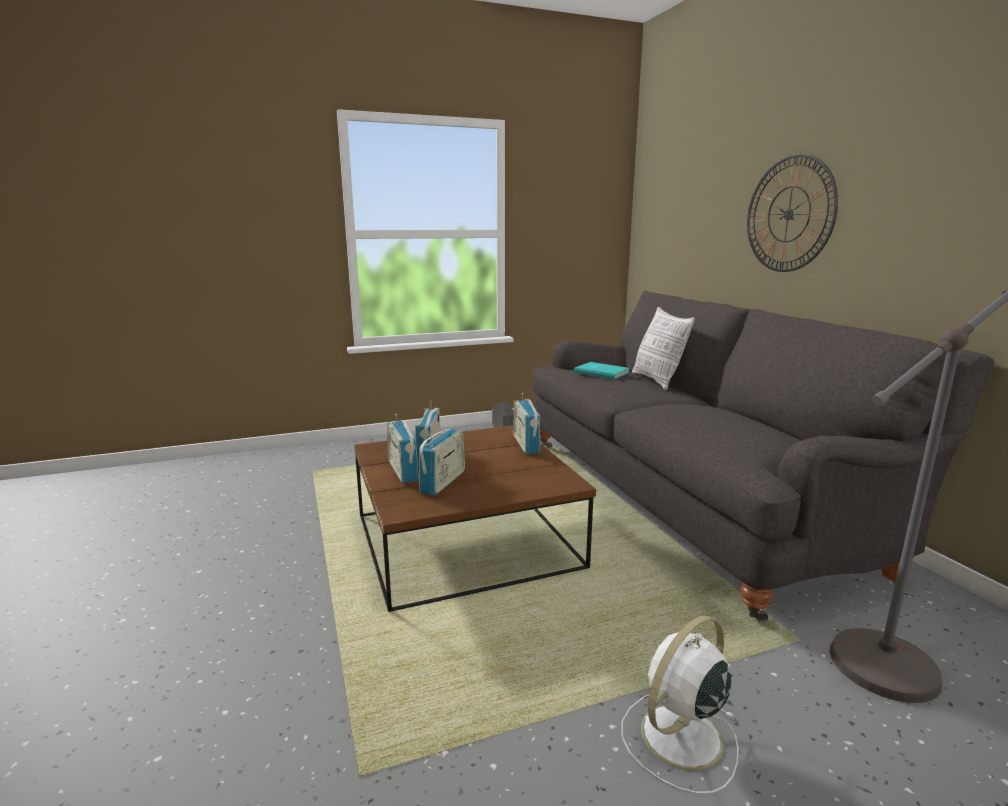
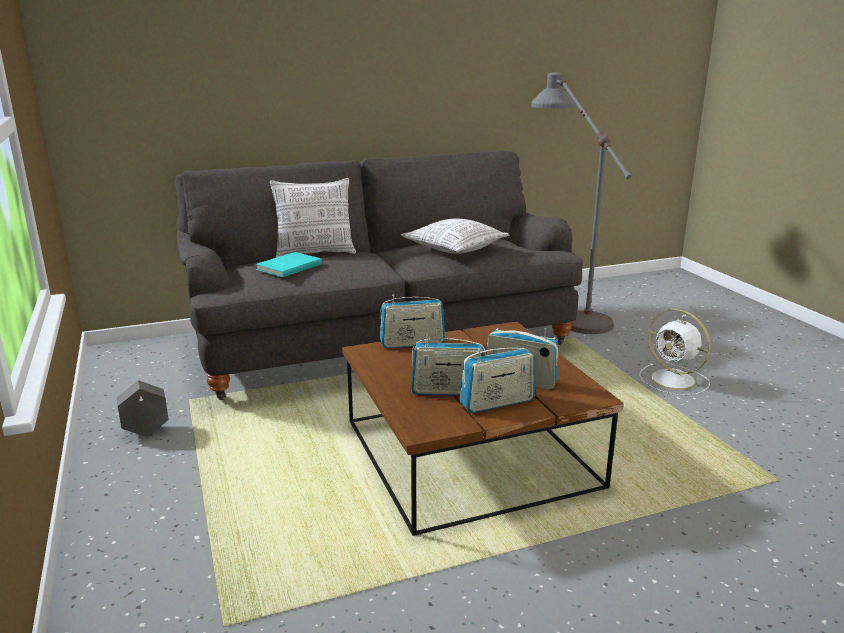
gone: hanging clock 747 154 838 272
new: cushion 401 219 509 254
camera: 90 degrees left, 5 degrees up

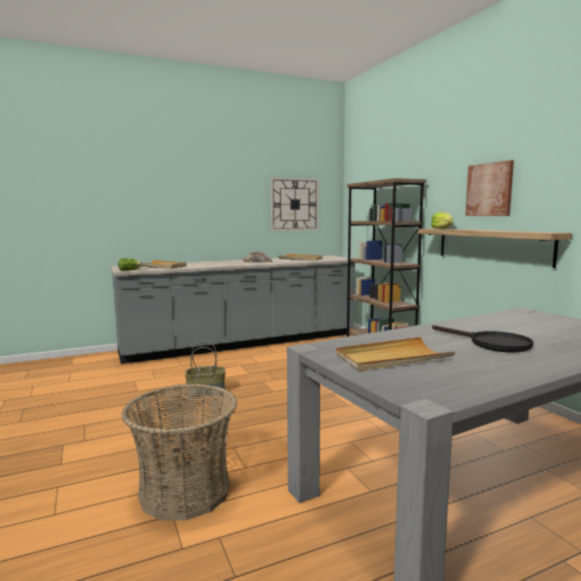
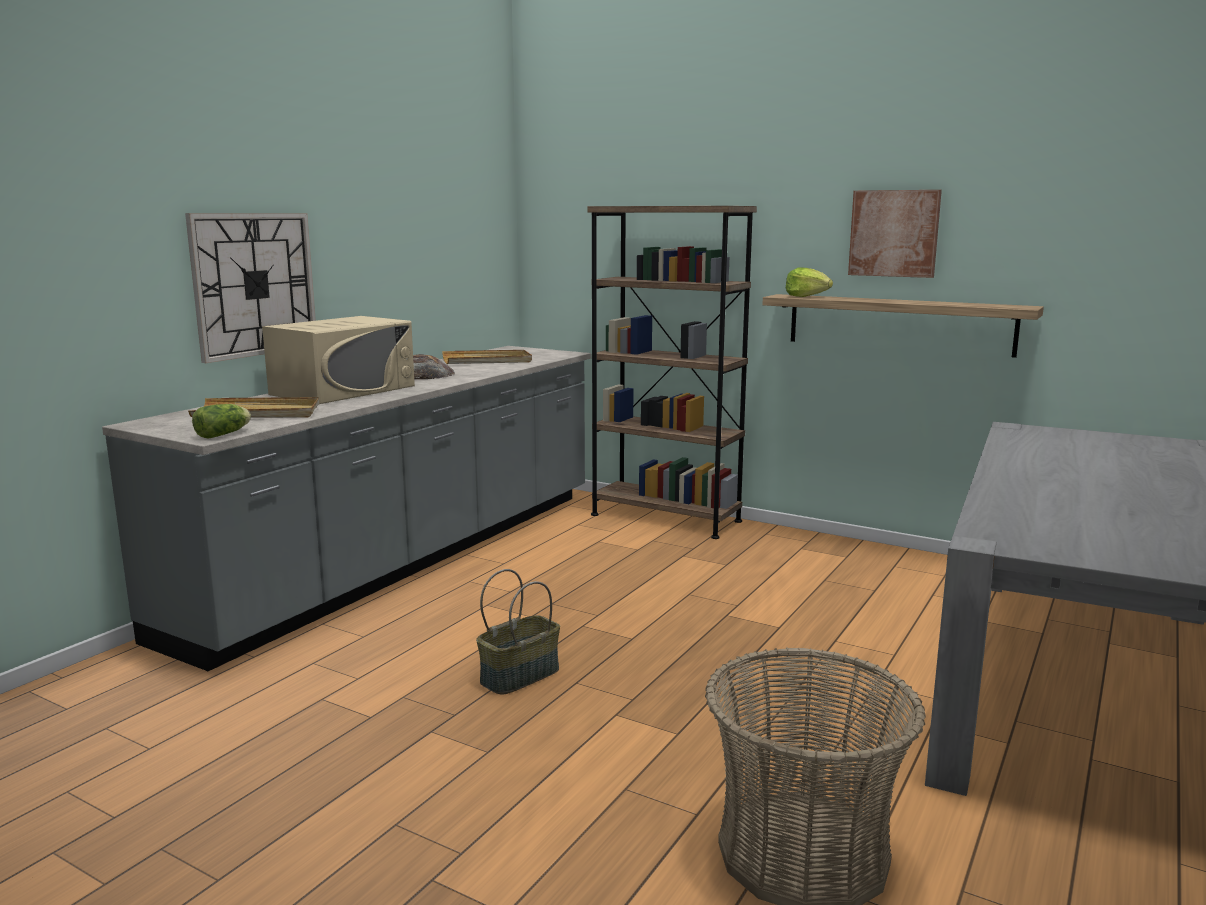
gone: black-coloured frying pan 432 325 533 352; beige-coloured tray 336 337 455 372
new: beige-coloured kitchen microwave 262 316 415 404
shifted: hanging clock 271 178 318 231 to 185 213 316 363
camera: 35 degrees left, 5 degrees up

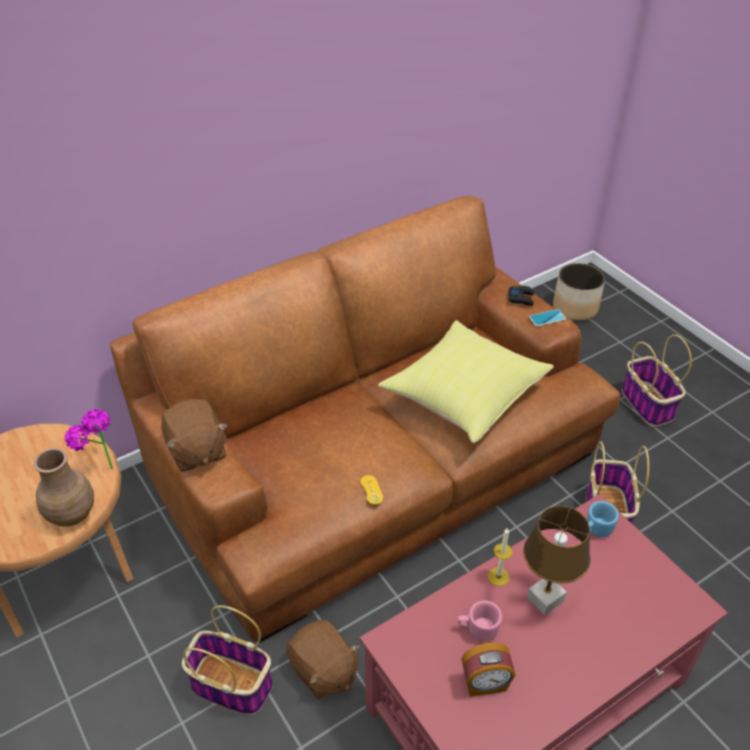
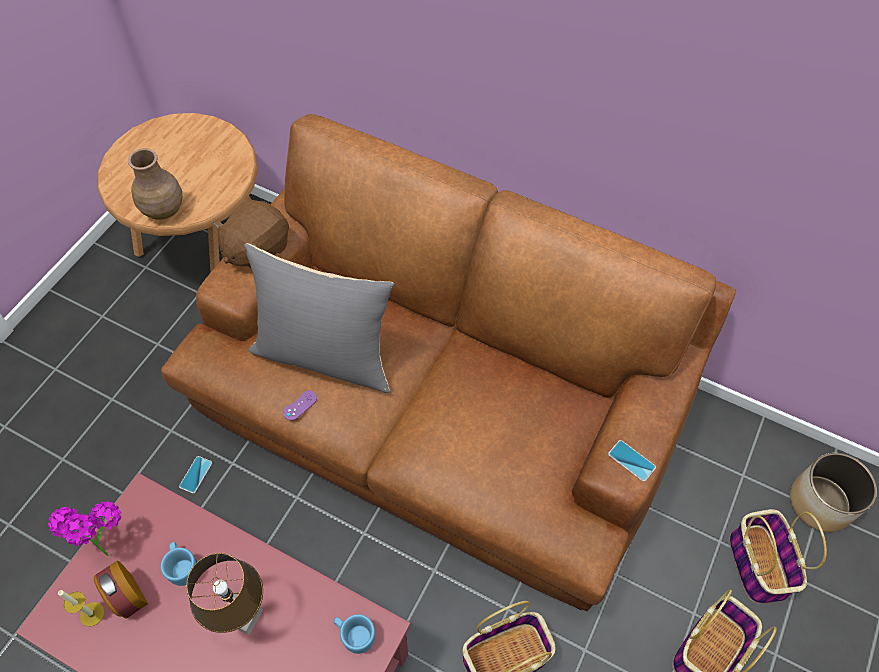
gone: black-coloured gamepad 508 286 534 306; yellow-coloured cushion 378 320 554 443
new: grey cushion 244 243 395 393
shifted: potted plant 65 409 113 469 to 48 501 121 556; candle 488 528 513 586 to 58 590 104 627; storage basket 182 605 273 715 to 729 509 827 604
swapped: brown cuddly toy 287 620 360 699 to handset 179 456 212 493
repainted: yellow-coloured gamepad 361 475 383 505 to purple gamepad 283 391 317 420; pinkish tea mug 457 600 502 641 to bluish tea mug 161 542 197 586
camera: 60 degrees right, 15 degrees up

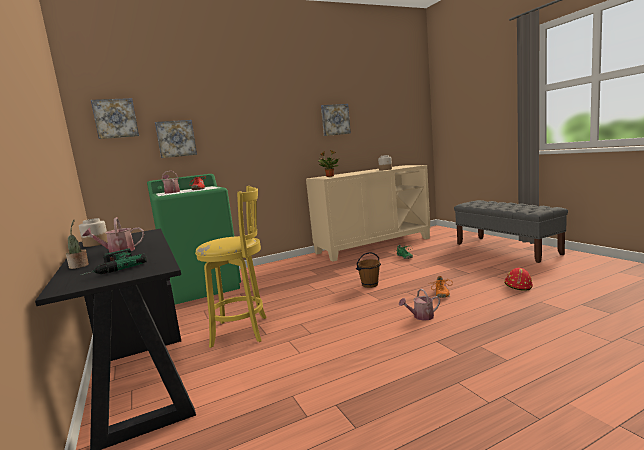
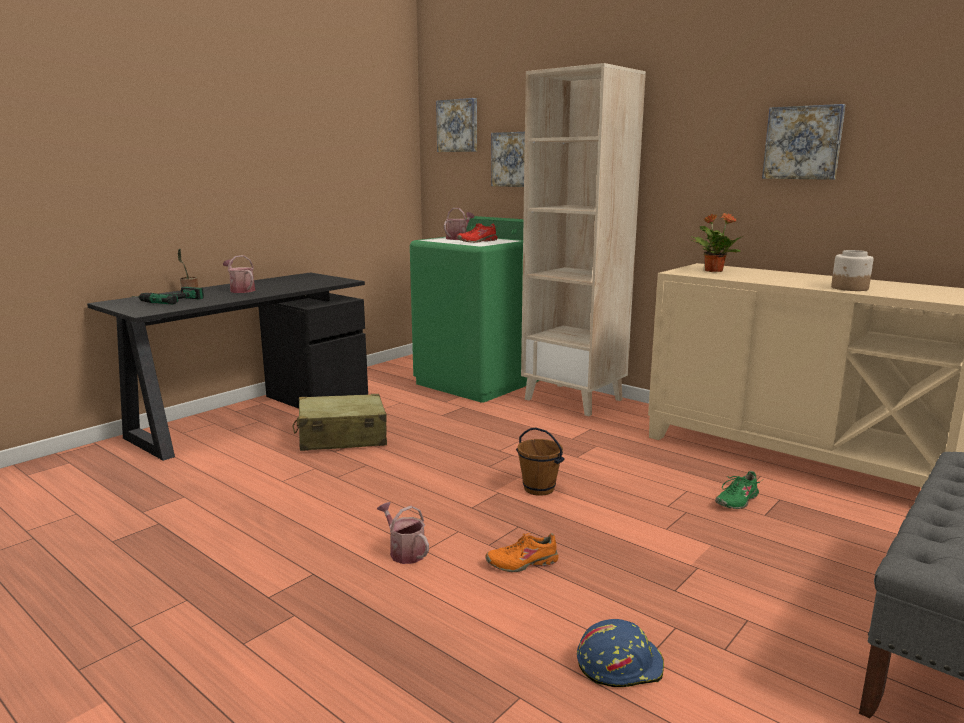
gone: storage jar 79 218 108 247
new: beige-coloured bookshelf 521 63 646 416
swapped: yellow-coloured stool seat 195 186 267 348 to beige-coloured travel case 293 394 387 451
repainted: red-coloured work helmet 504 268 533 291 to bluish work helmet 577 619 664 687
camera: 65 degrees right, 5 degrees up

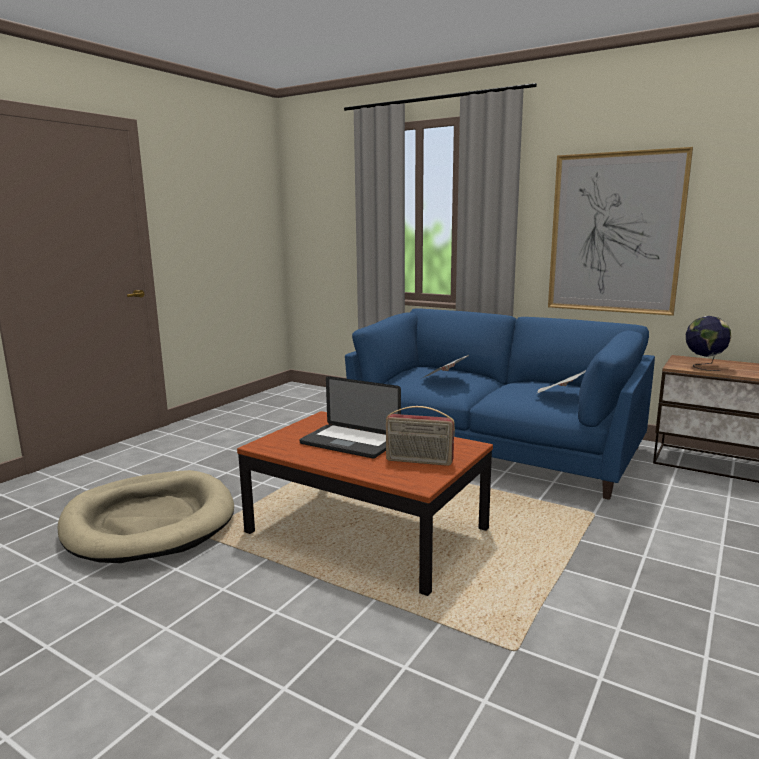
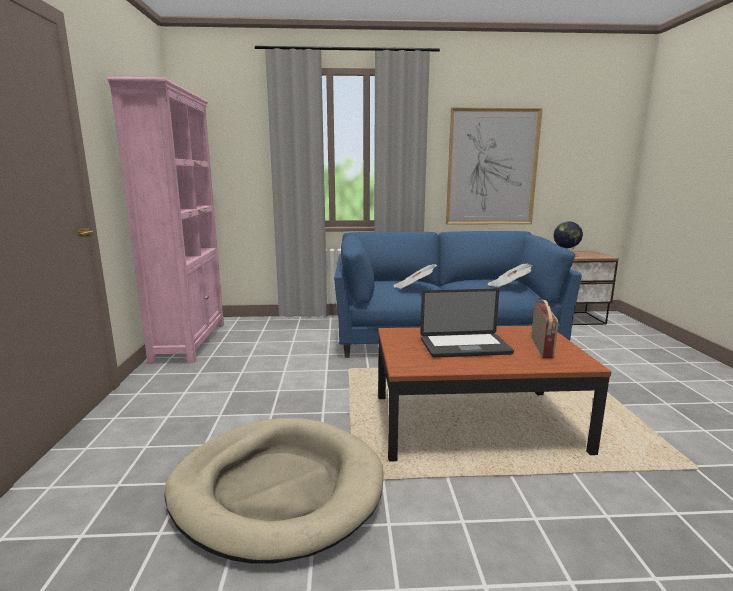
new: pinkish bookshelf 107 76 224 364
rotated: radio set 385 406 455 466 = 531 300 559 358 60 degrees counterclockwise
camera: 35 degrees left, 0 degrees up

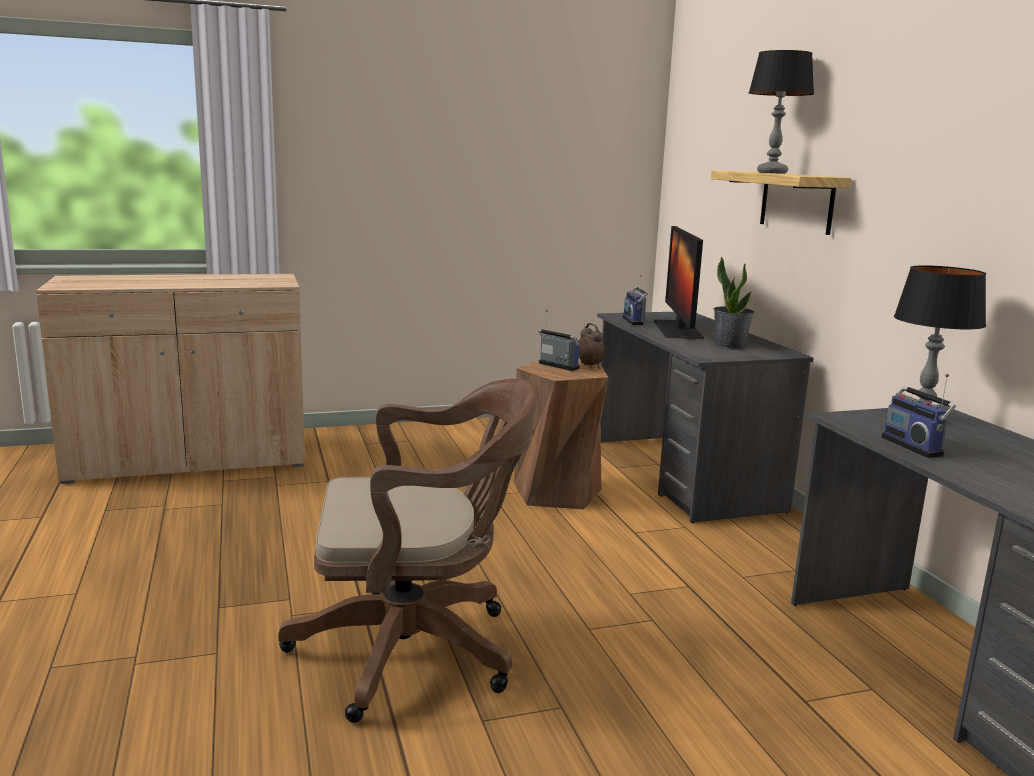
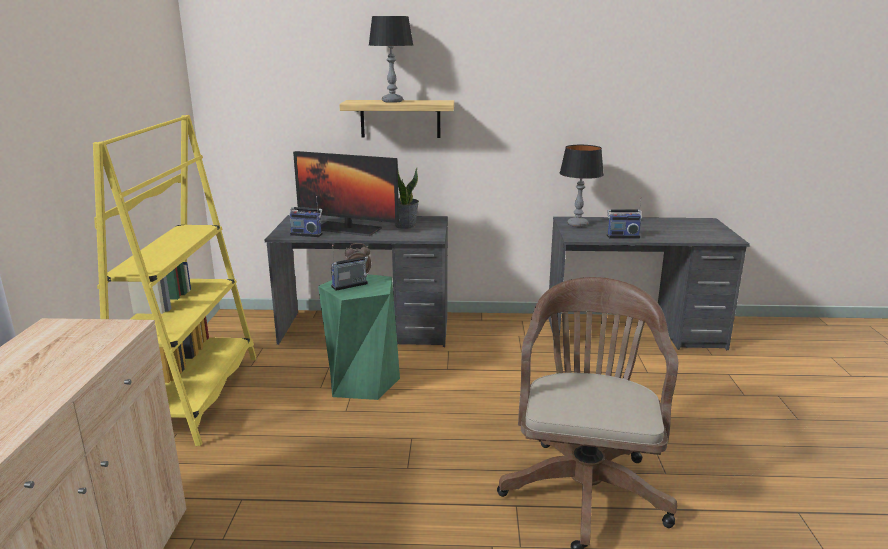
new: yellow-coloured bookshelf 93 115 257 446
repainted: brown stool seat 514 360 608 509 to green stool seat 318 274 400 400
camera: 70 degrees left, 5 degrees up

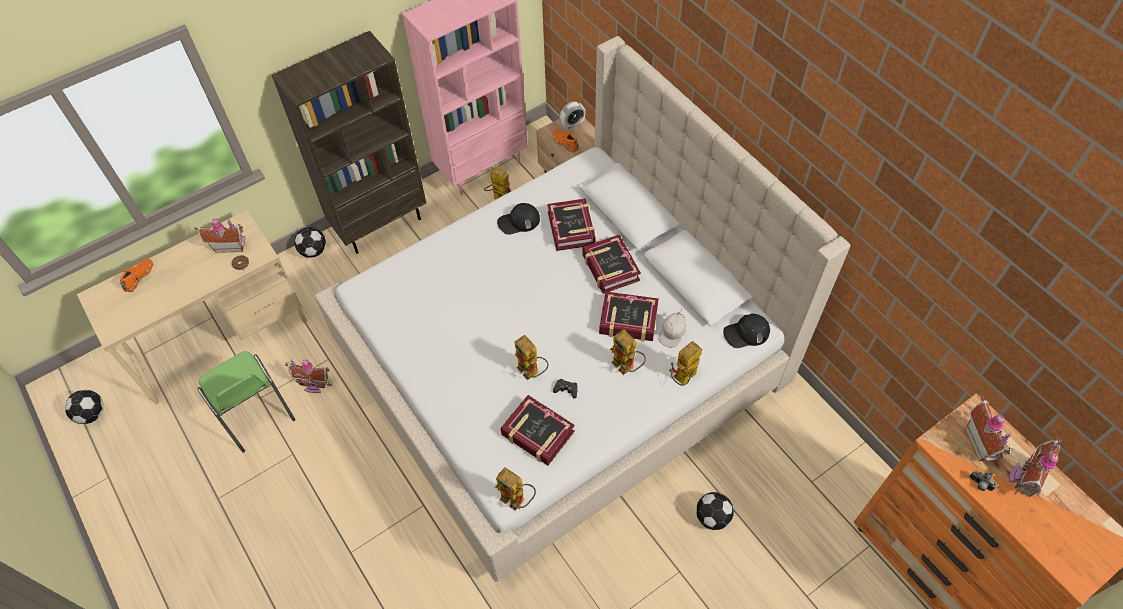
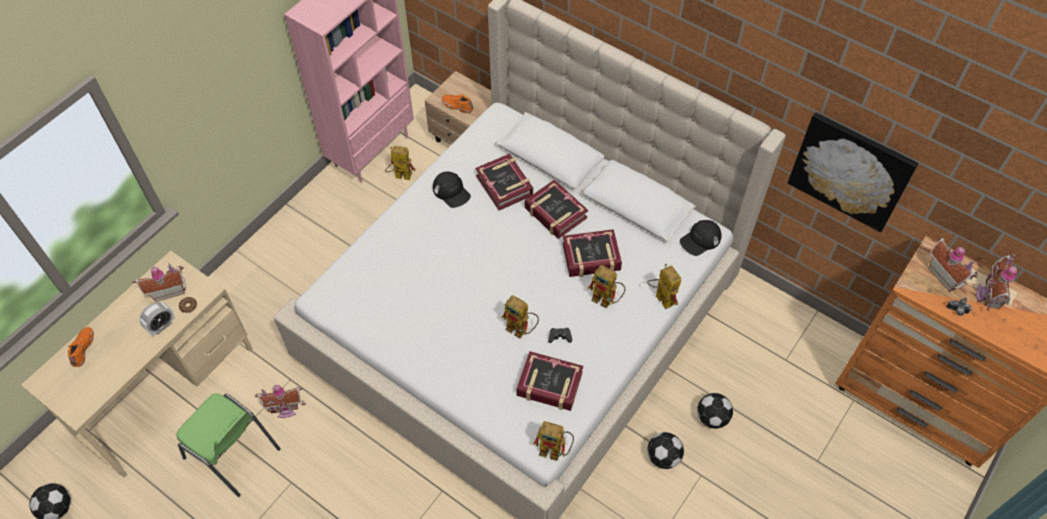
gone: brown bookshelf 272 31 426 254; white peaked cap 658 308 686 348
new: wall picture 788 112 918 232
shifted: bedside clock 560 101 585 129 to 140 302 175 336; football ball 294 227 326 258 to 647 432 684 469
rotated: black-coloured peaked cap 497 203 540 235 = 433 172 471 208 90 degrees counterclockwise; model robot 669 341 702 386 = 647 264 681 310 120 degrees clockwise
camera: 20 degrees left, 0 degrees up

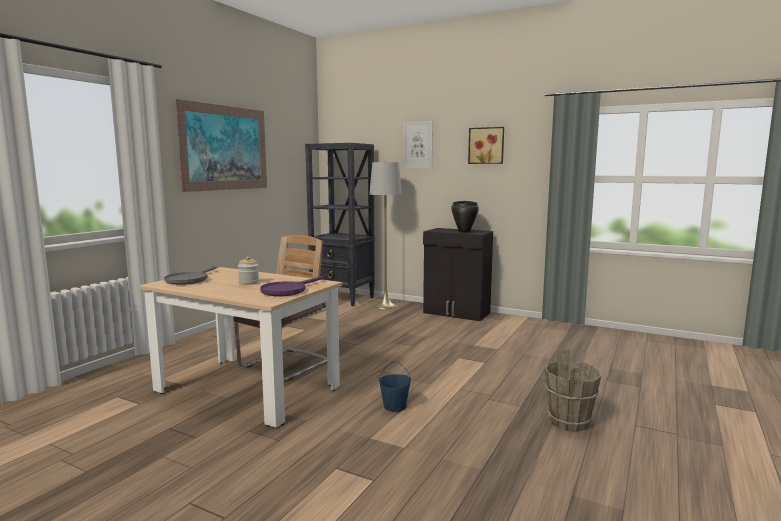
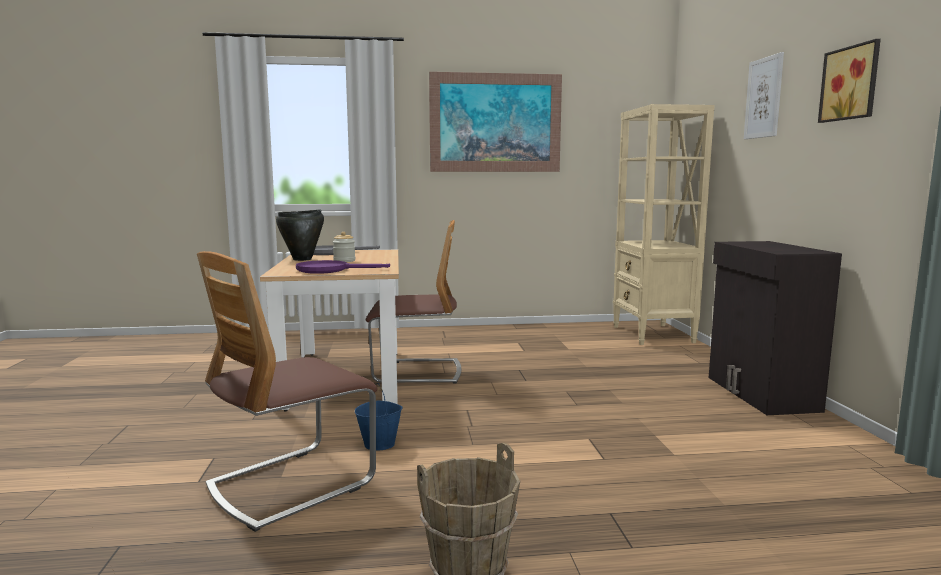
gone: grey standard lamp 369 161 402 309
new: plain chair 197 251 378 532
shifted: black-coloured cooking pot 451 201 479 233 to 276 209 324 261
repainted: black-coloured bookshelf 305 143 375 306 to beige-coloured bookshelf 613 104 715 345
camera: 55 degrees right, 0 degrees up

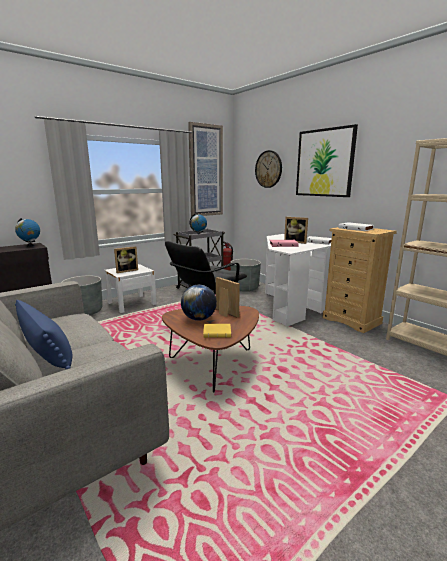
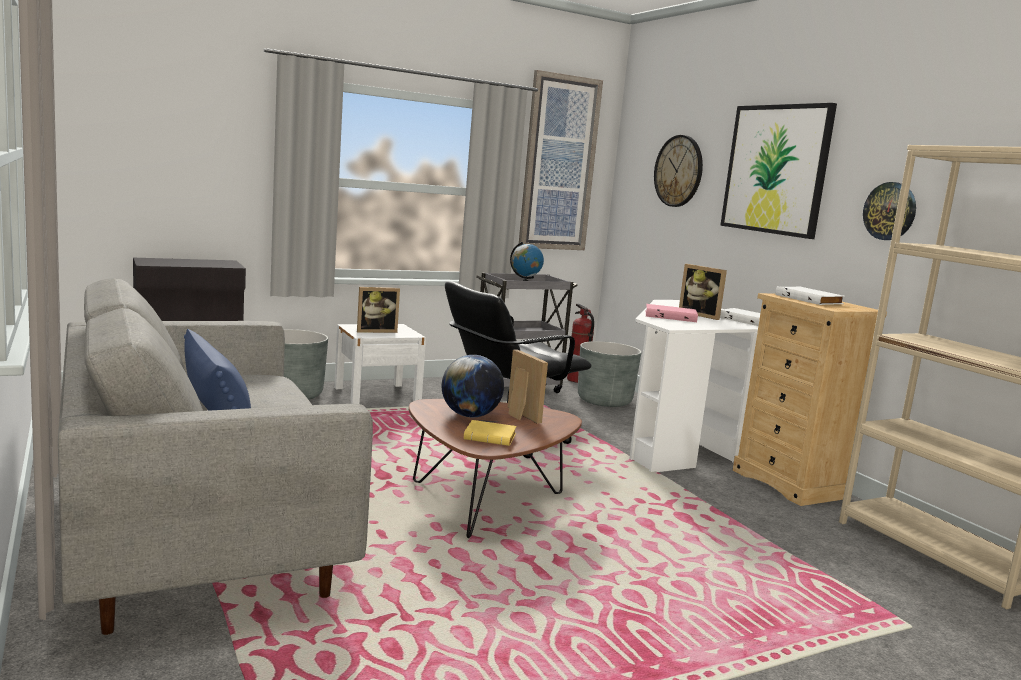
gone: globe 15 218 40 247
new: hanging clock 863 182 916 240
camera: 10 degrees right, 5 degrees down

